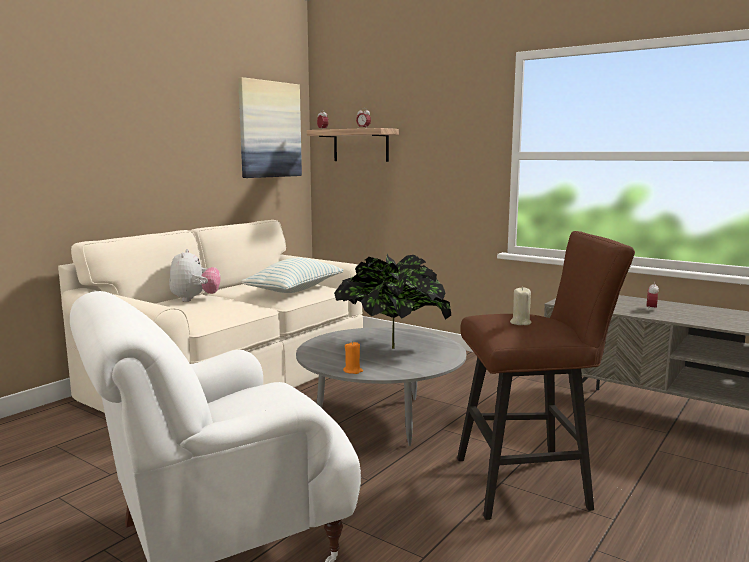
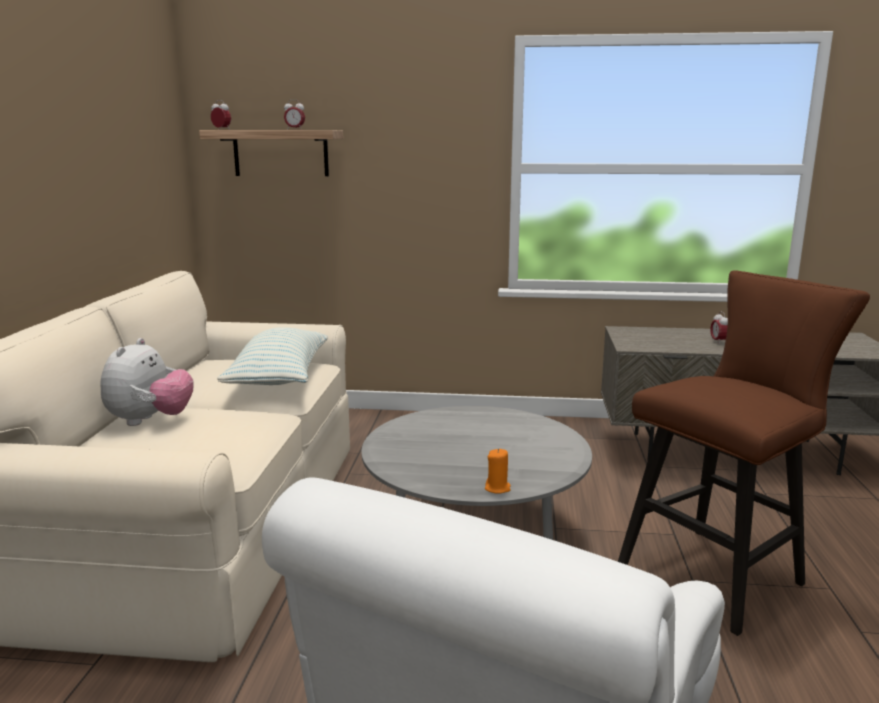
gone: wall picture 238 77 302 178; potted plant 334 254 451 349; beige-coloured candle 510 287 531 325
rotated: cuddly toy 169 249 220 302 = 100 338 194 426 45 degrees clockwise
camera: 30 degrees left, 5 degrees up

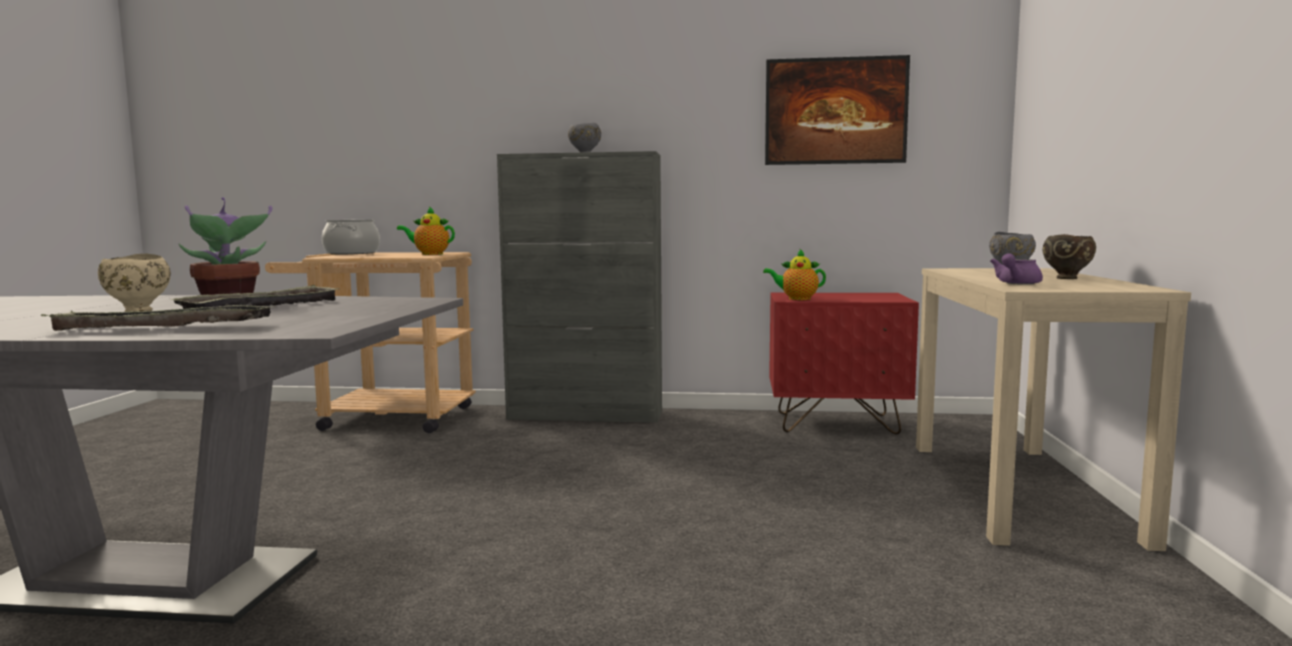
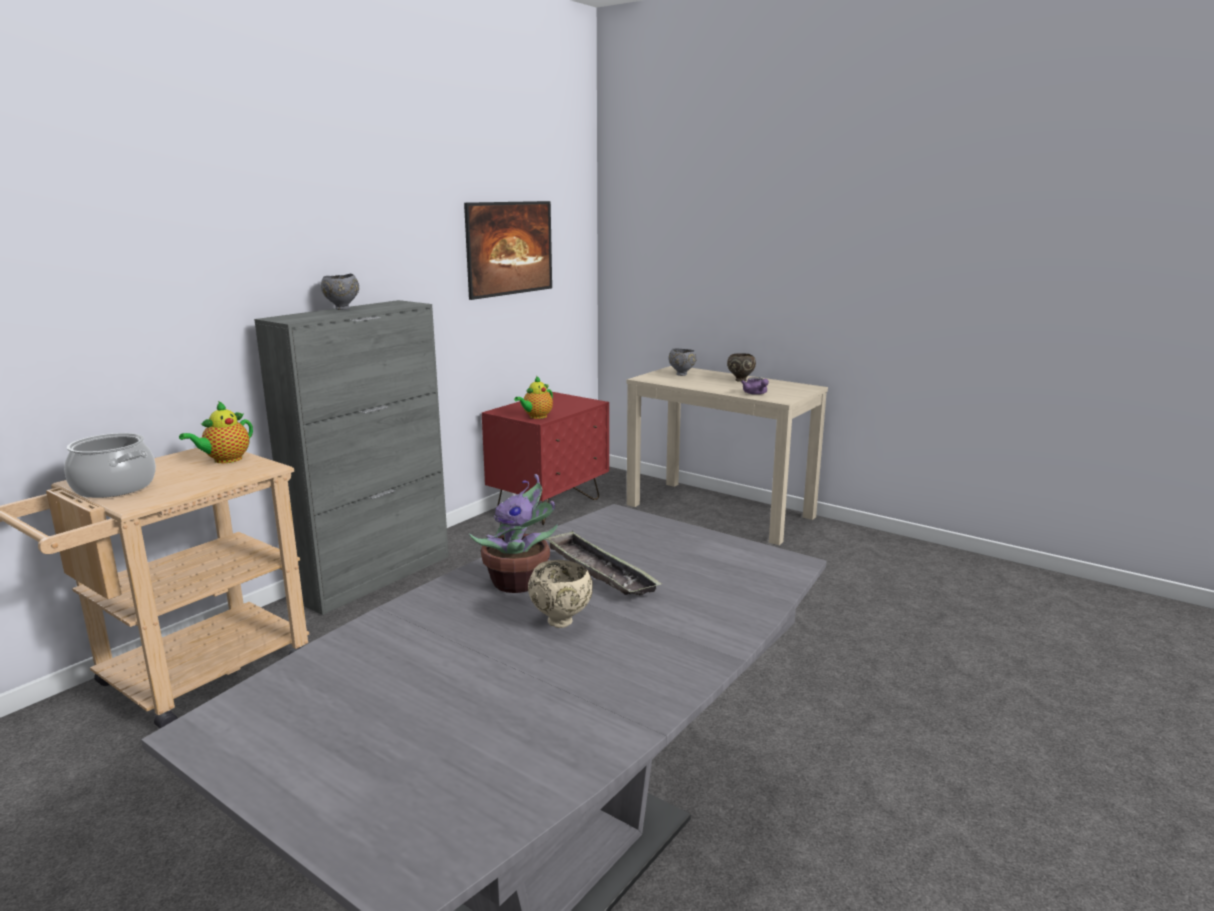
gone: tray 41 305 275 331
camera: 60 degrees left, 10 degrees up

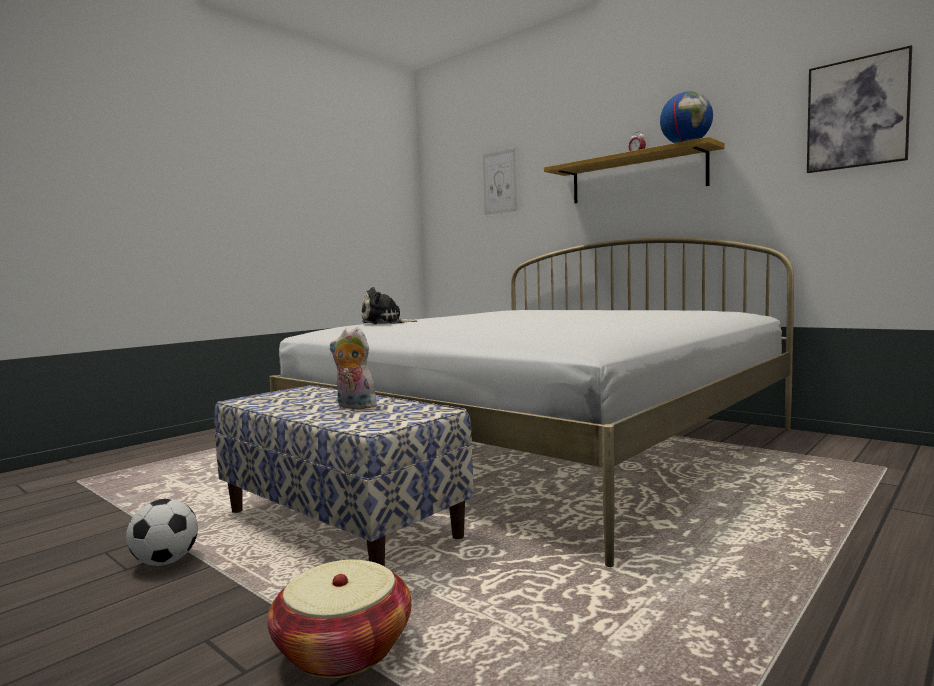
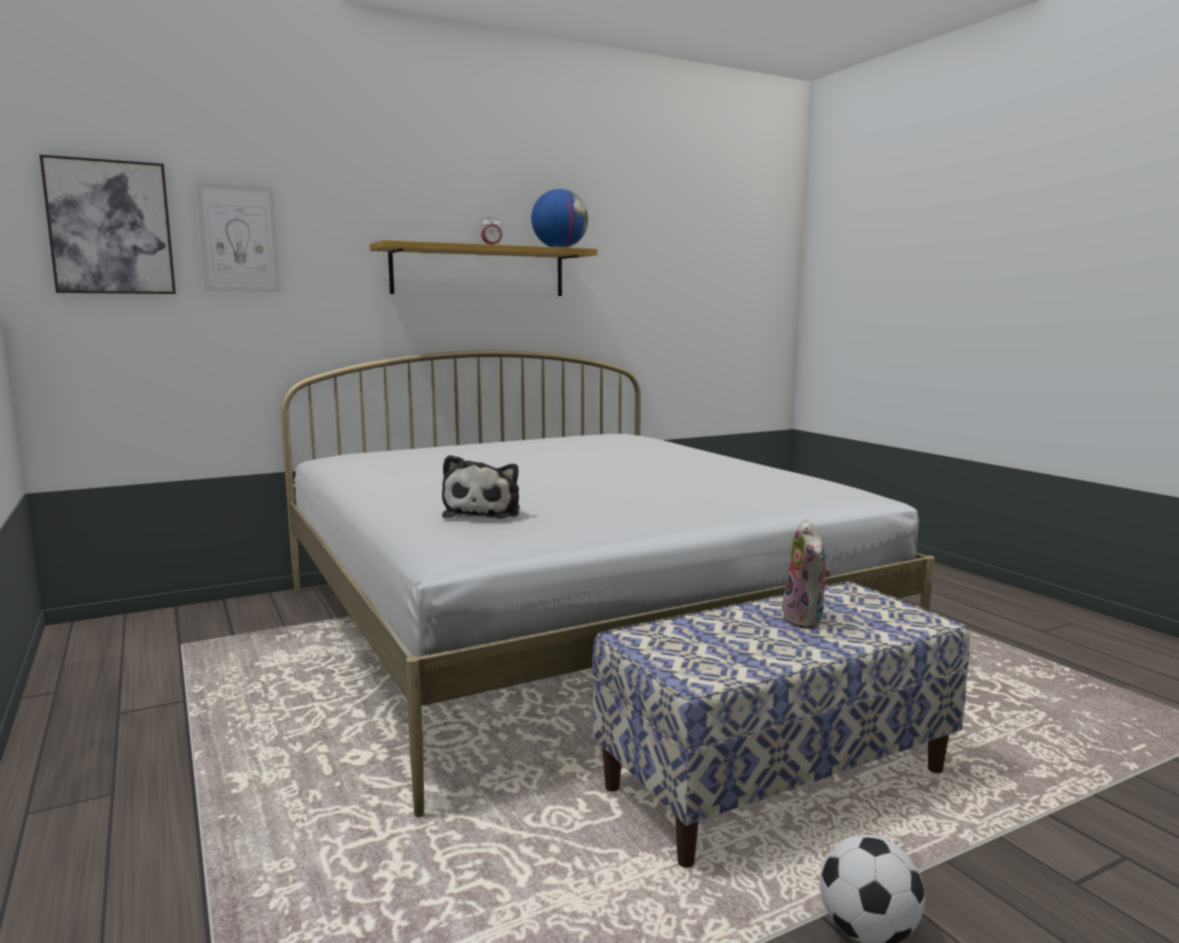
gone: storage basket 267 560 412 678
shifted: wall picture 807 45 912 173 to 39 154 176 294
rotated: cuddly toy 330 327 380 409 = 782 519 831 629 45 degrees counterclockwise
camera: 70 degrees left, 5 degrees up

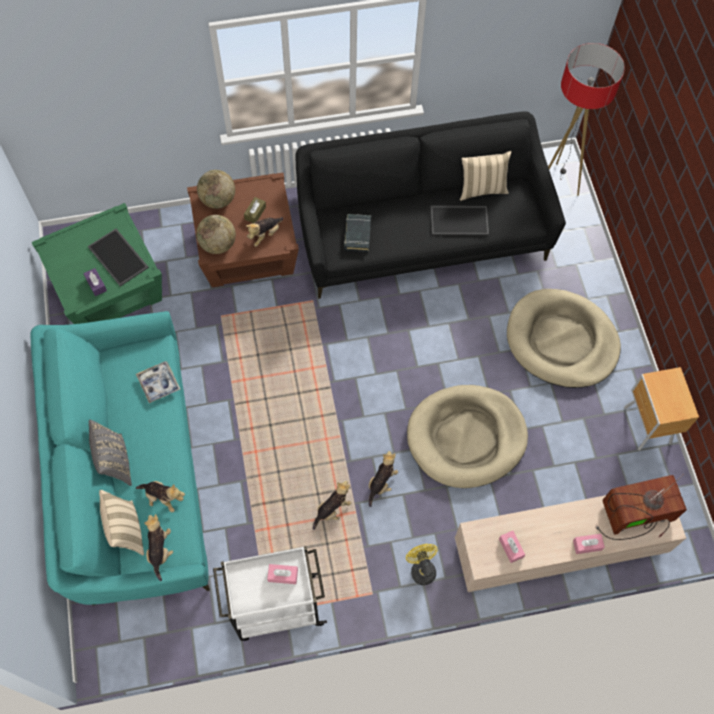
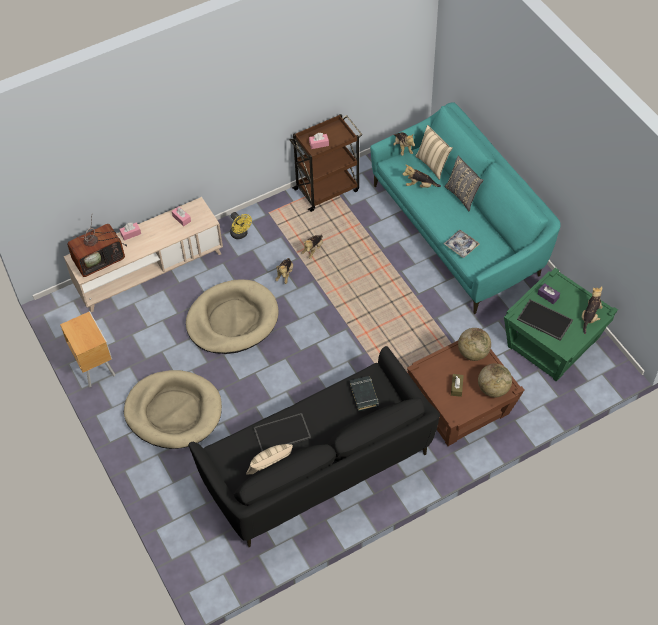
gone: standard lamp 548 43 625 196
shifted: cuddly toy 246 217 283 247 to 582 286 603 334
repainted: white cart 213 546 327 641 to brown cart 289 114 362 212
camera: 165 degrees right, 10 degrees down

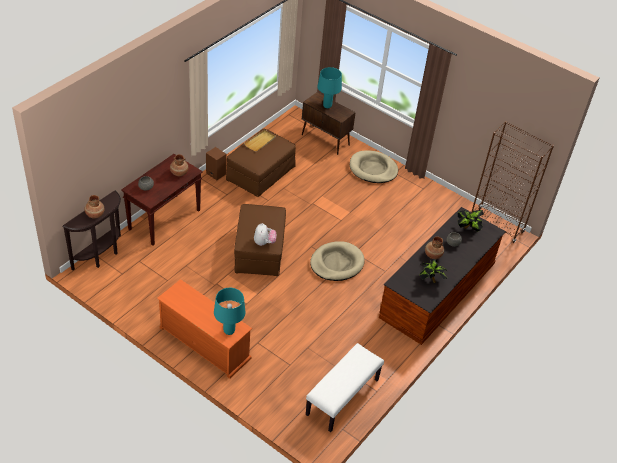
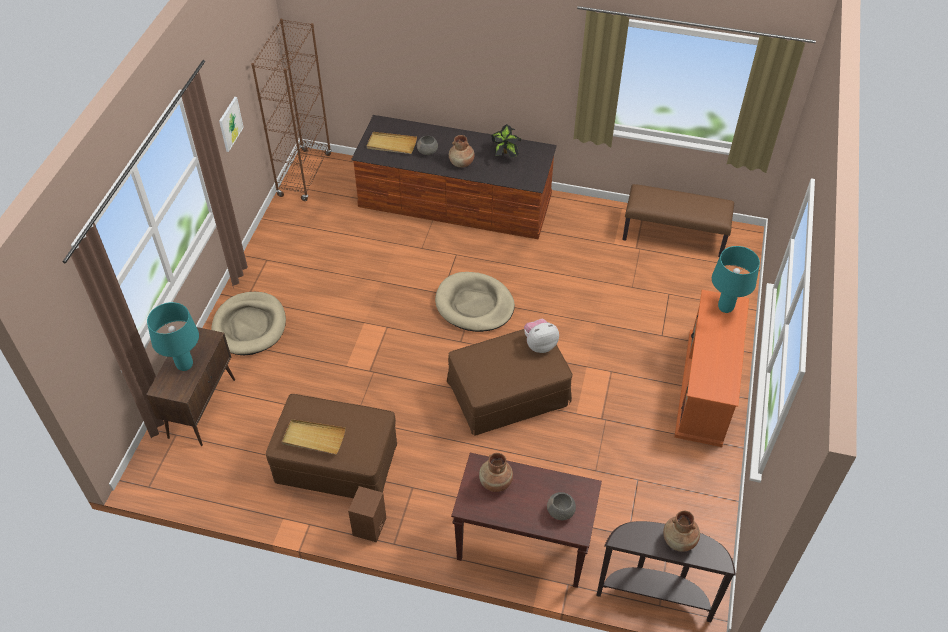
new: wall picture 219 97 244 152
swapped: potted plant 458 210 484 232 to beige-coloured tray 367 132 417 154
repainted: white bench 306 343 384 432 to brown bench 622 184 734 257
camera: 110 degrees left, 5 degrees up

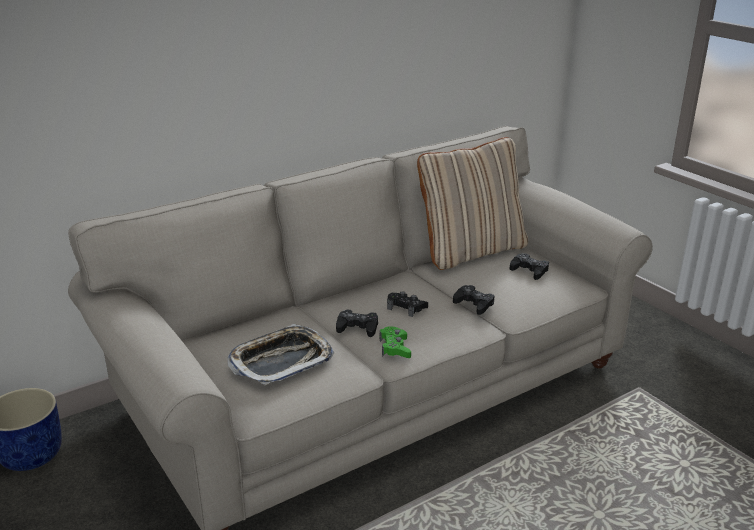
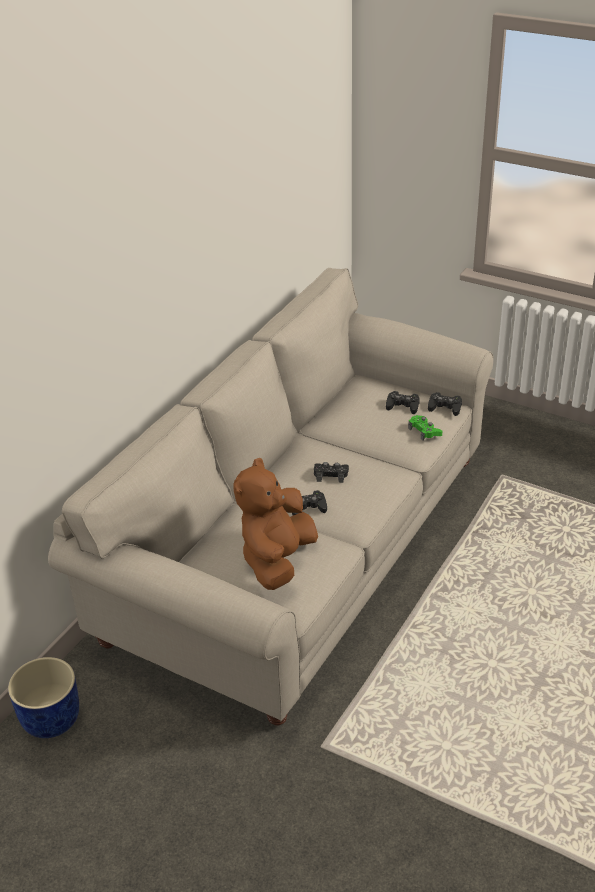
gone: beige-coloured cushion 417 137 528 270
shifted: black-coloured gamepad 453 285 495 315 to 428 392 462 416; green gamepad 380 326 411 358 to 408 415 442 441
swapped: tray 228 324 334 385 to brown cuddly toy 233 458 318 590
camera: 25 degrees left, 10 degrees up

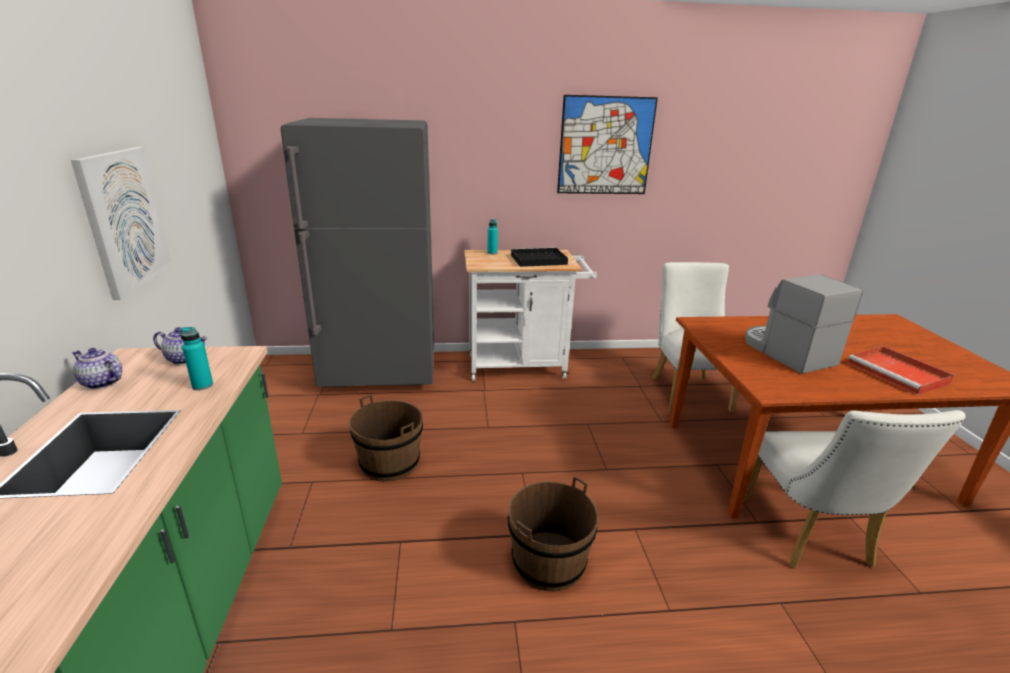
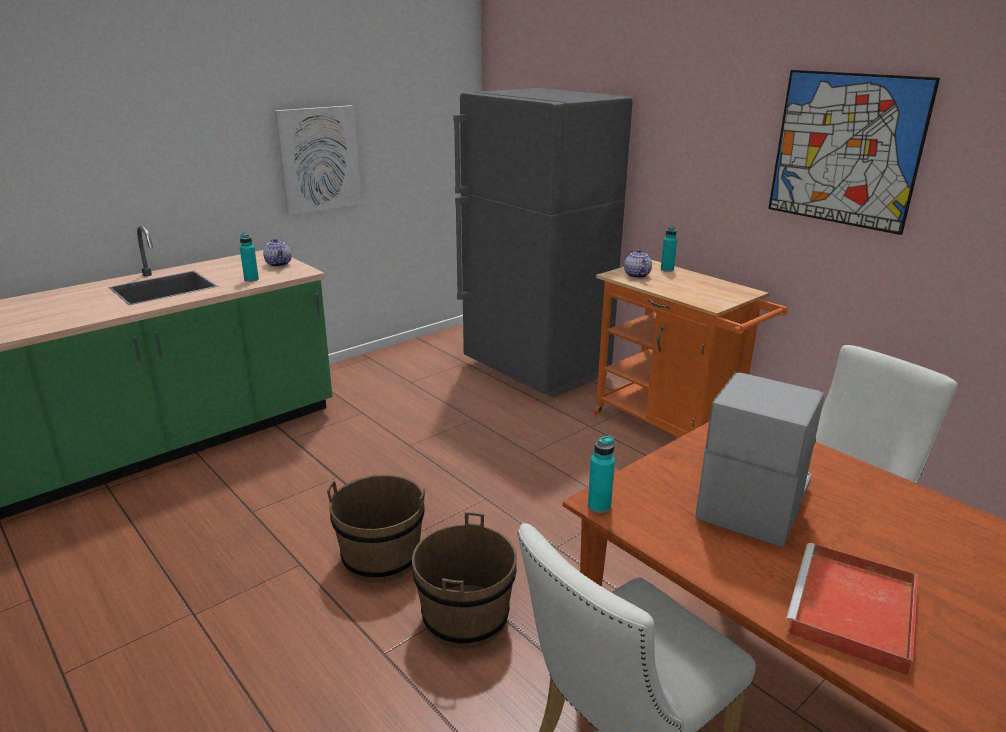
gone: black-coloured tray 511 247 568 267
new: turquoise beverage bottle 588 436 615 513
shifted: pot for tea 72 348 122 389 to 624 249 652 278; brown water bucket 349 394 423 481 to 412 512 517 649
repainted: white cart 464 250 597 381 to orange cart 594 260 787 438
camera: 55 degrees right, 0 degrees up

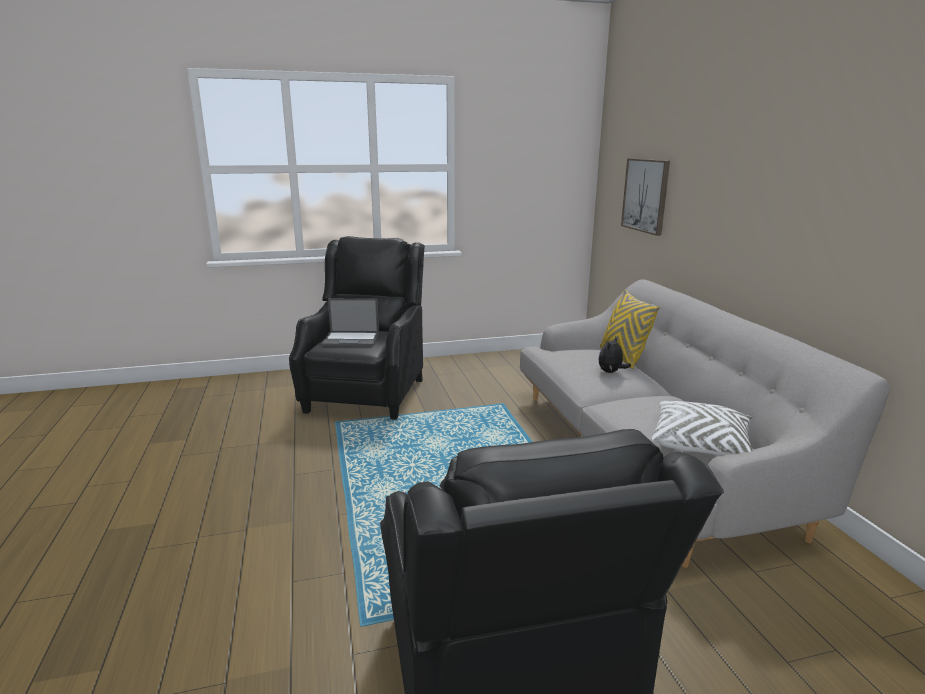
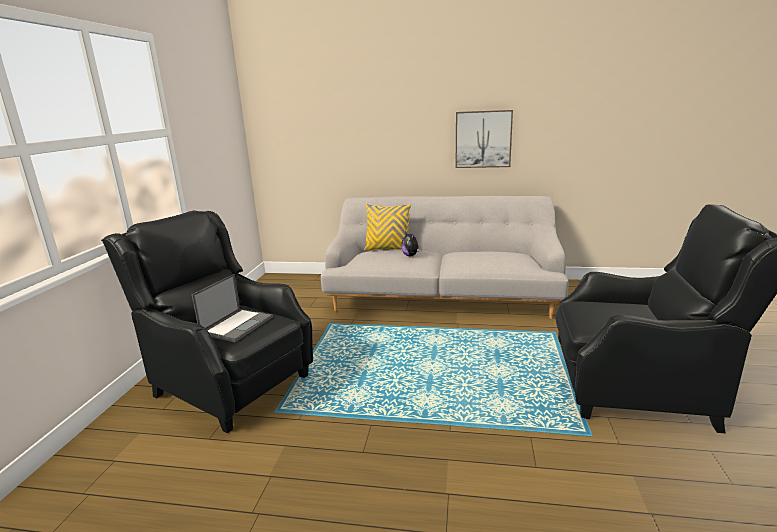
gone: white cushion 651 401 753 456
shifted: wall picture 621 158 670 236 to 456 110 513 168
camera: 65 degrees left, 0 degrees up

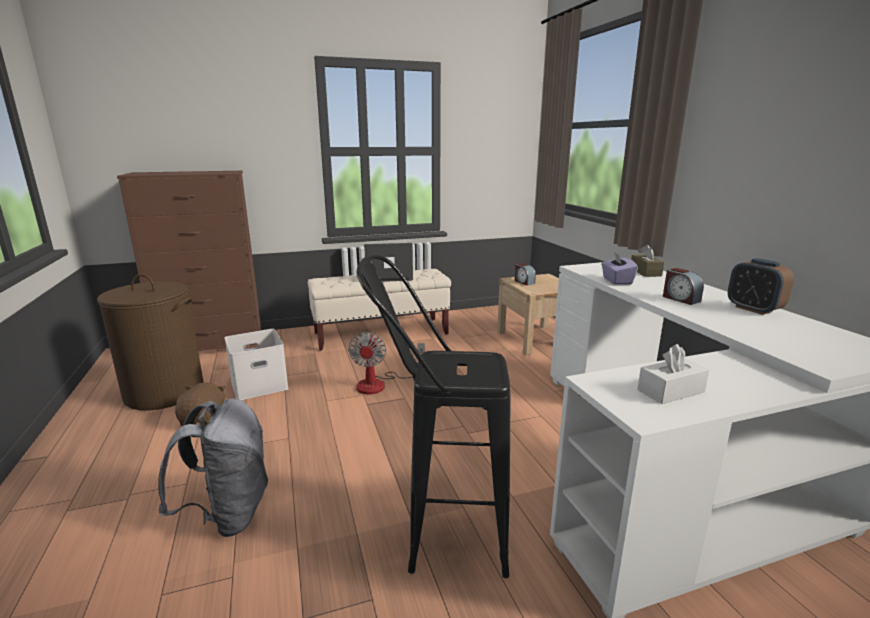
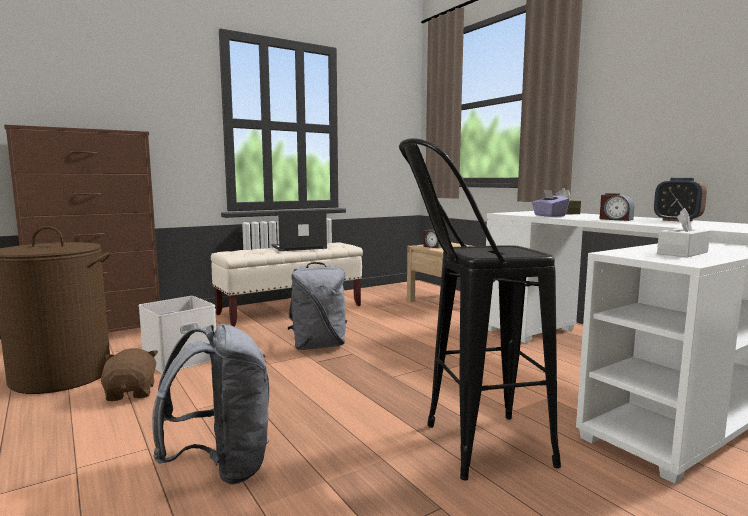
swapped: cooling fan 348 332 425 394 to grey knapsack 288 262 347 350
camera: 15 degrees left, 10 degrees down

